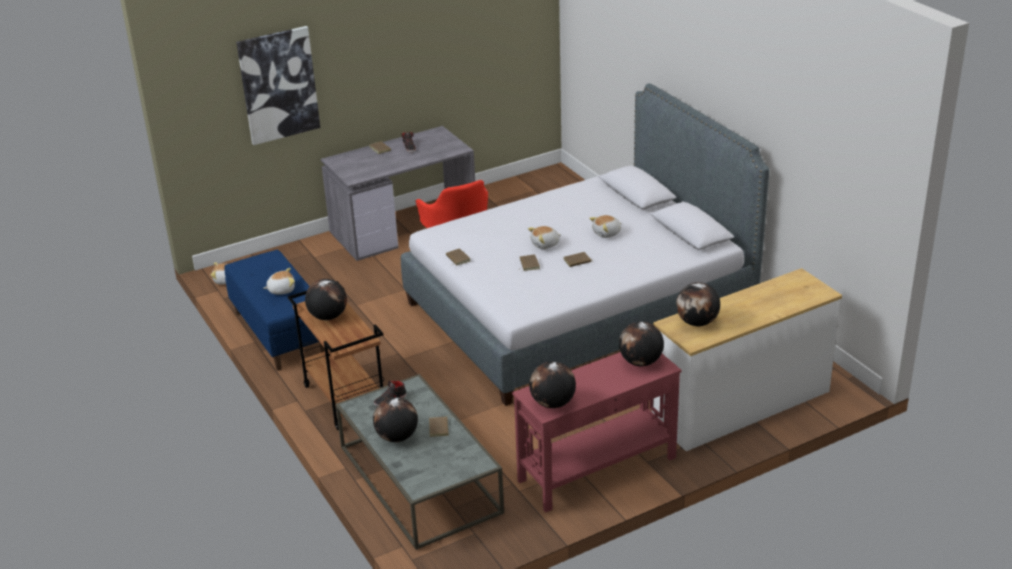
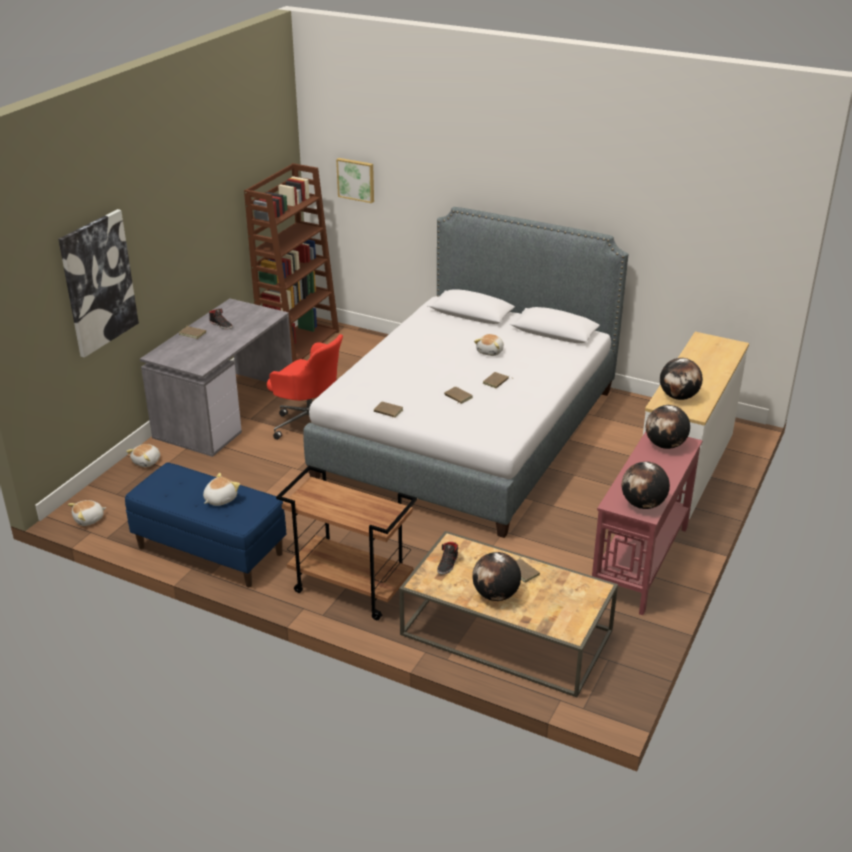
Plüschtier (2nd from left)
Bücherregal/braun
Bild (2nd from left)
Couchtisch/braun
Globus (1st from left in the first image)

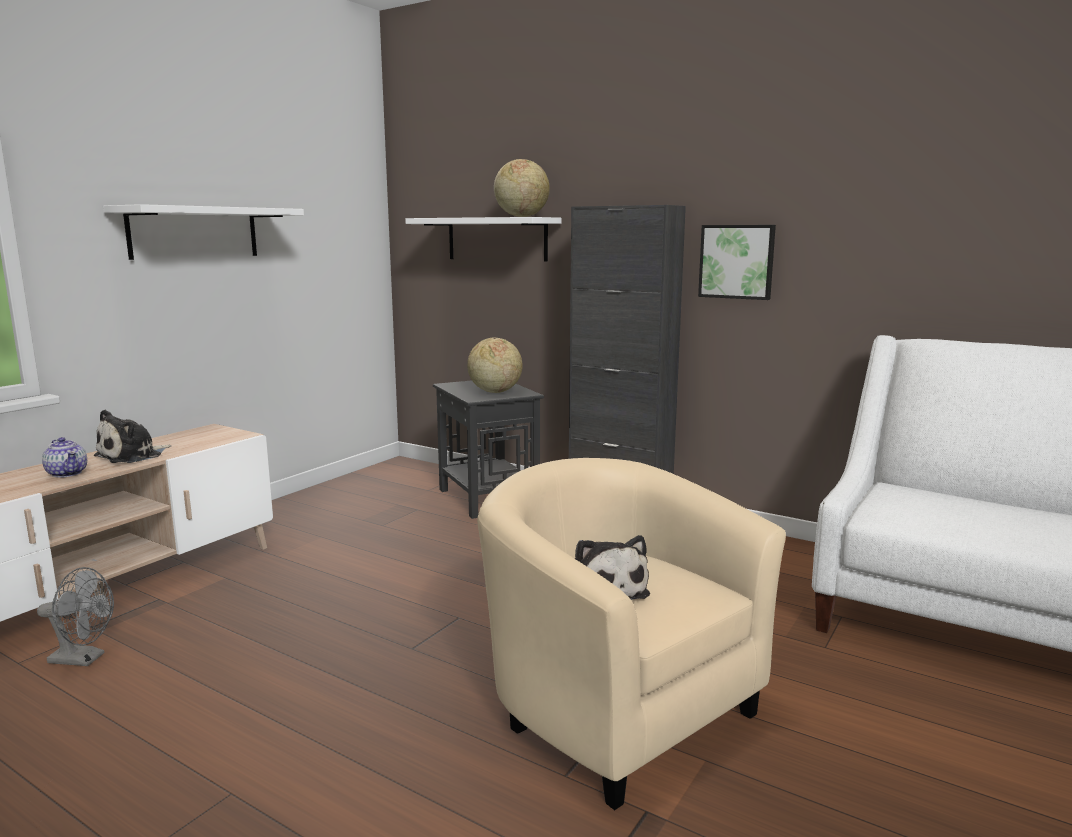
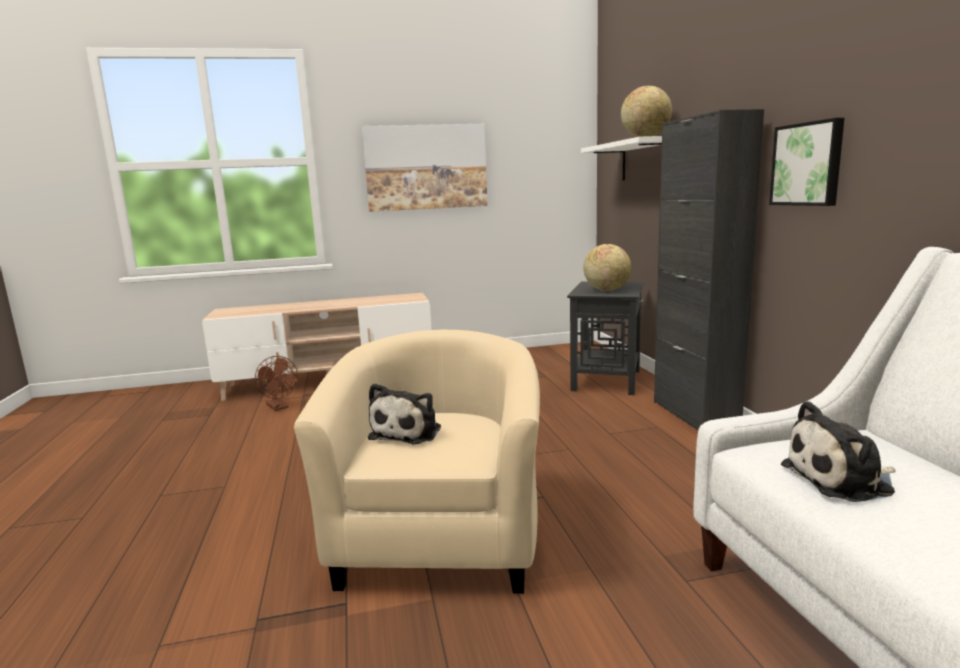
Ventilator/braun
Bild (1st from left)
Plüschtier (2nd from left)
Teekanne

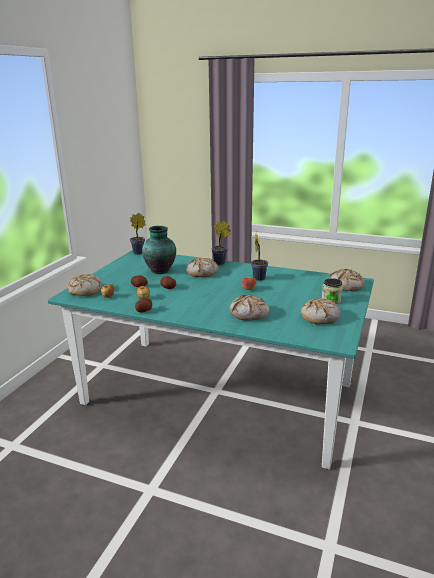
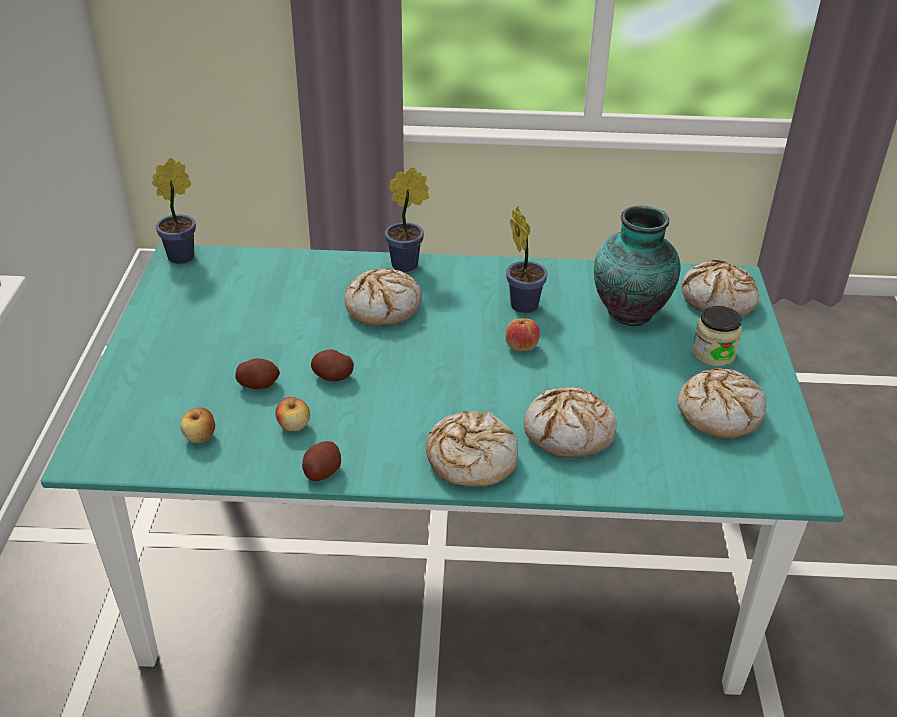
Brot (2nd from left)
Vase

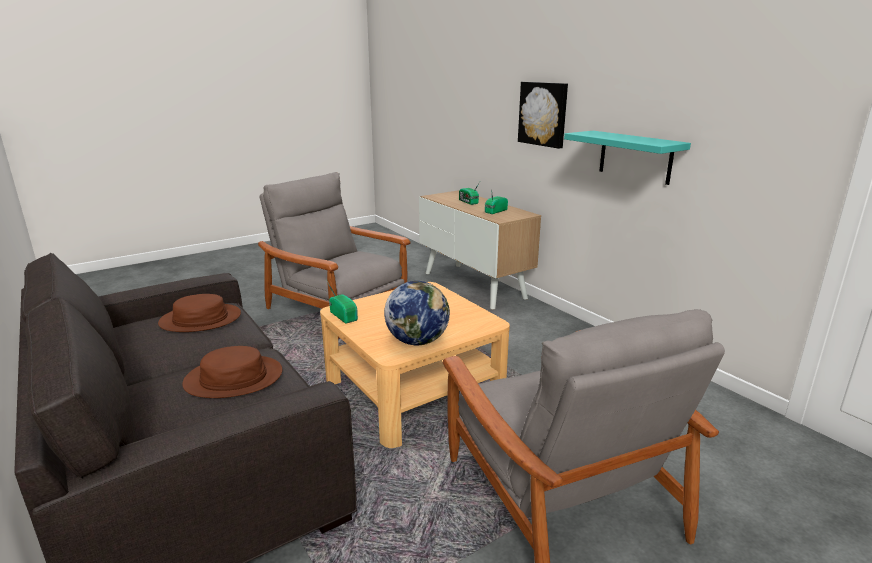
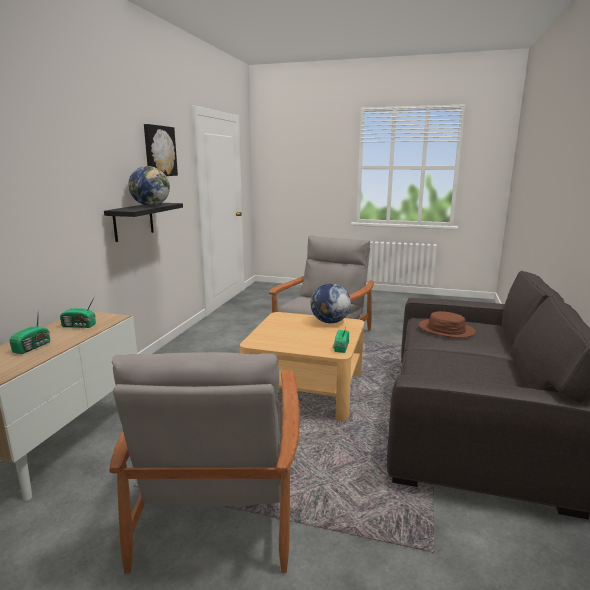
Wandregal/schwarz
Globus (1st from left)
Bild
Hut/braun (1st from left in the first image)

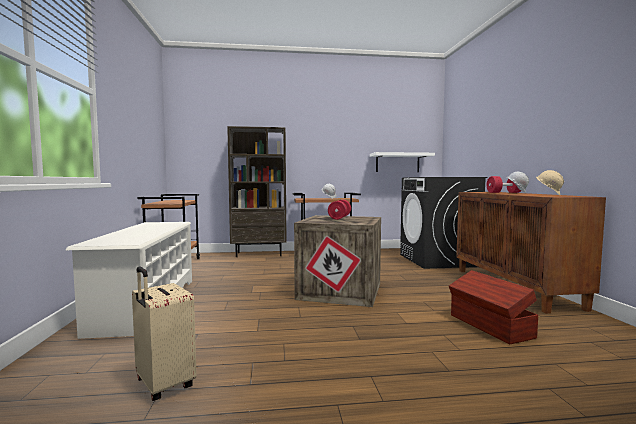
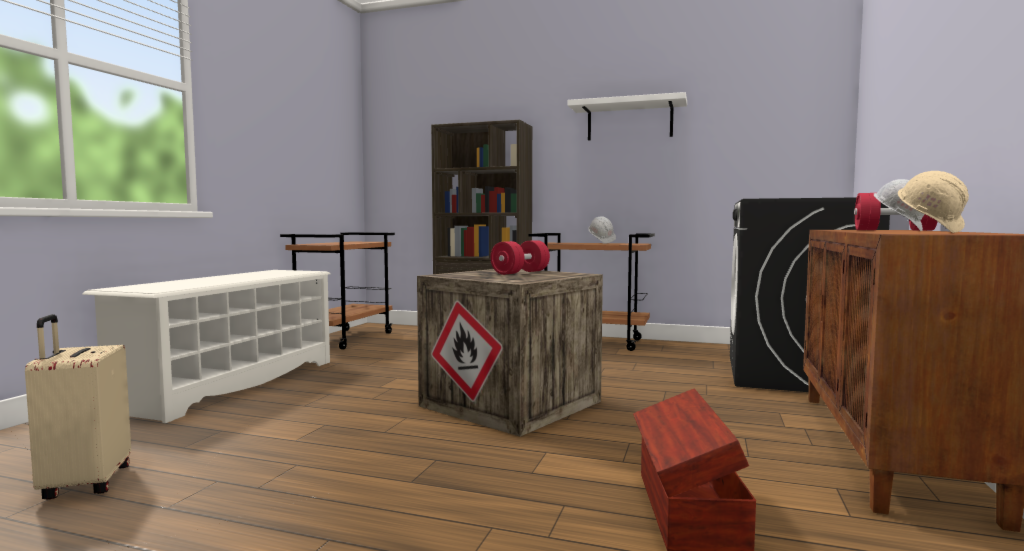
Wandregal/weiß

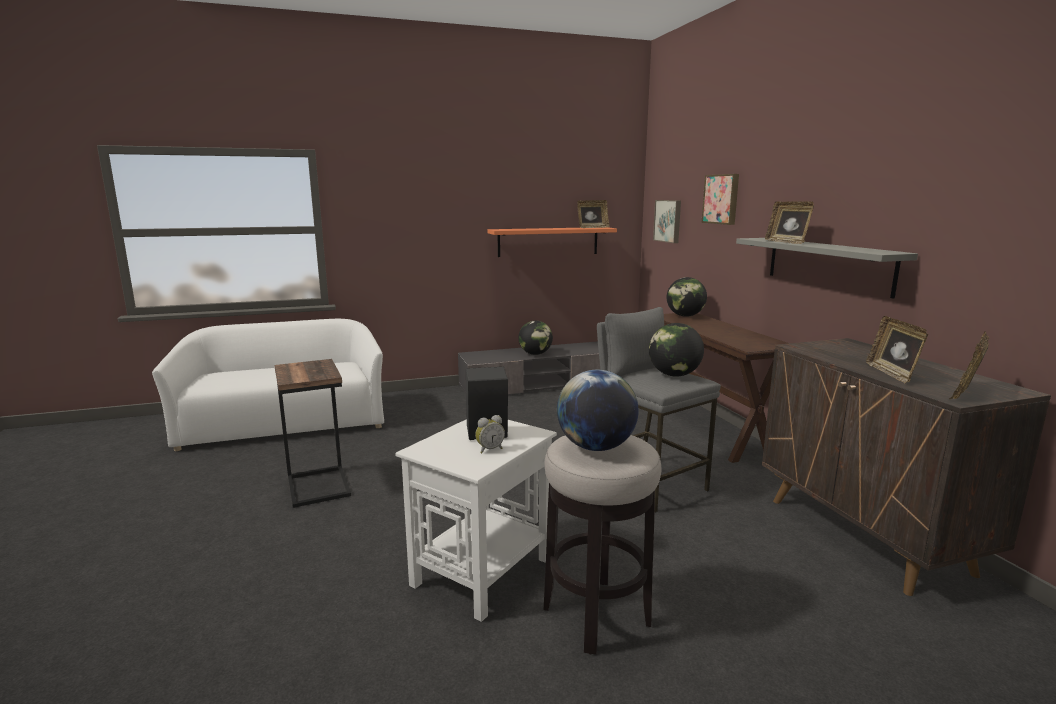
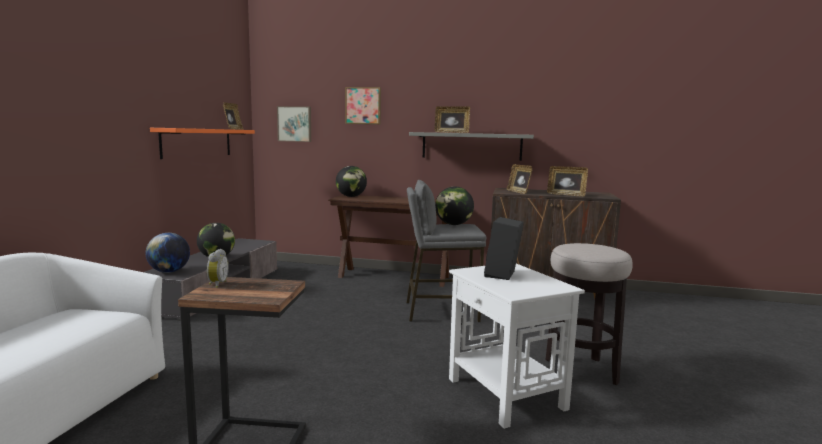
Globus (1st from left)
Wecker
Bilderrahmen (3rd from left)

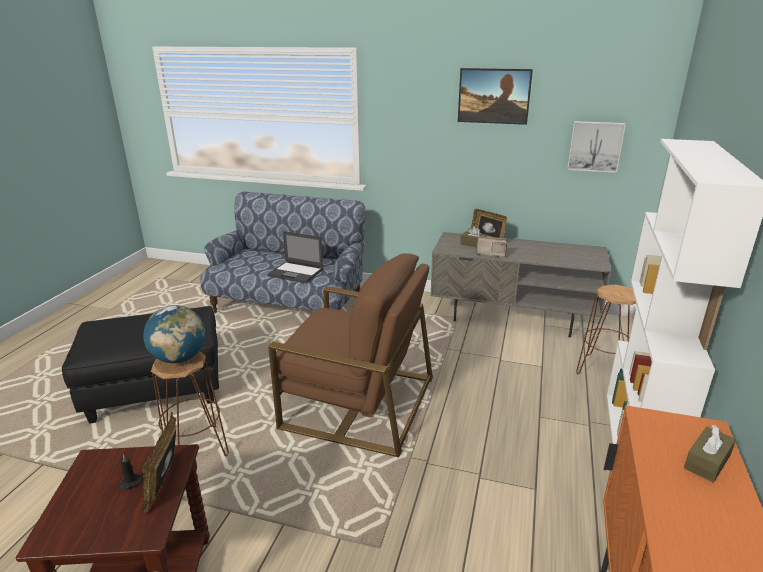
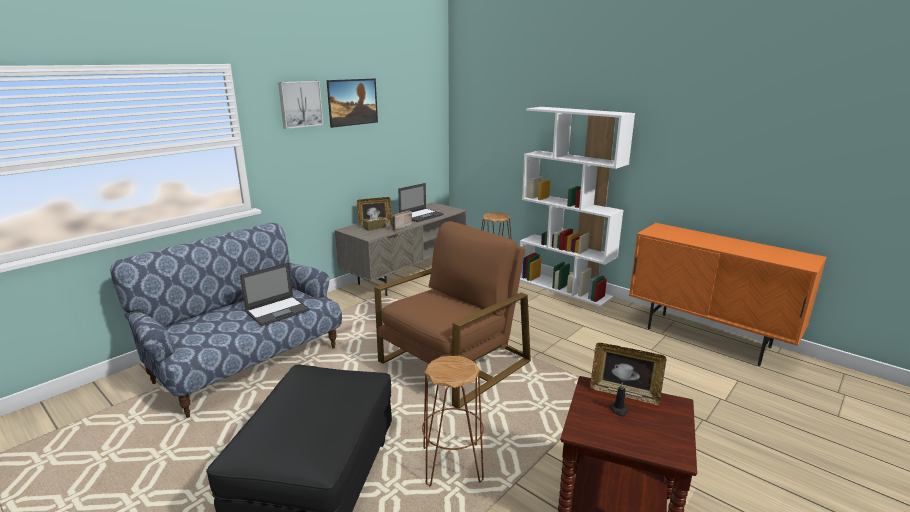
Bild (1st from left)
Laptop (2nd from left)
Globus
Taschentuchbox/braun (2nd from left in the first image)

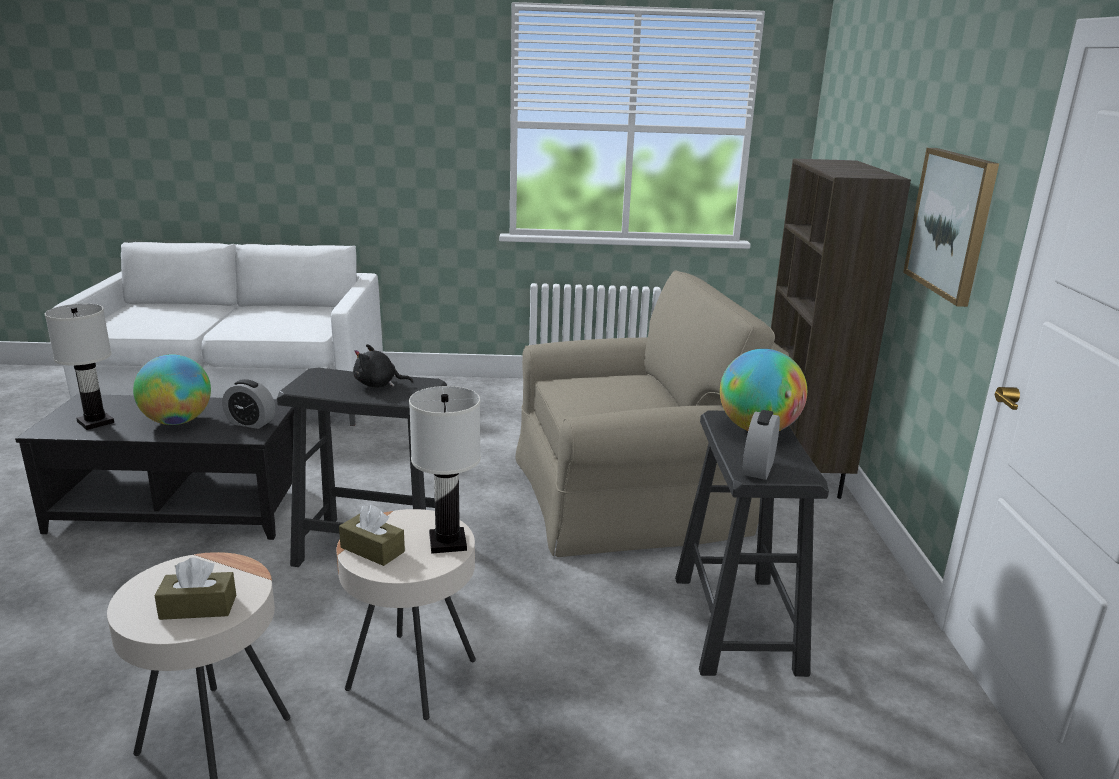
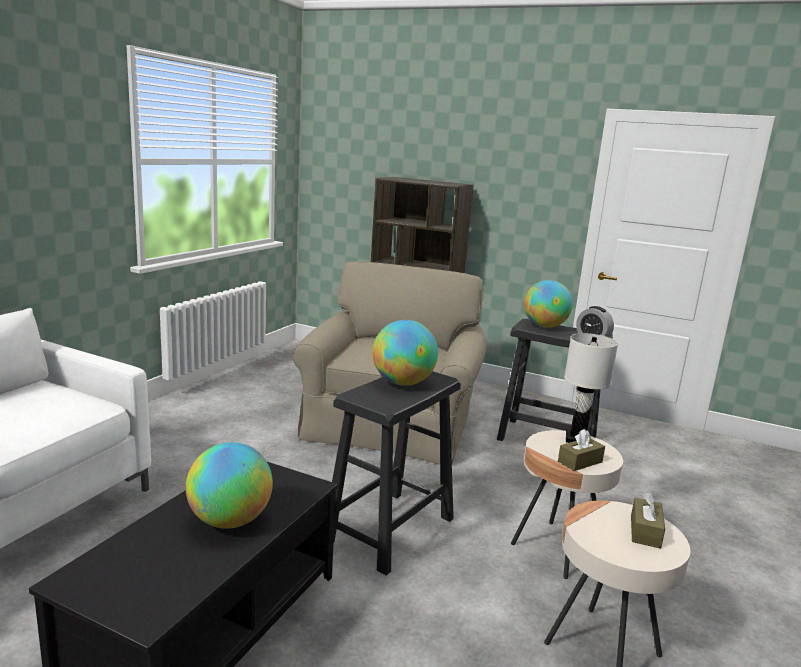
Globus (2nd from left)
Tischlampe/weiß (1st from left in the first image)
Wecker (1st from left in the first image)
Bild

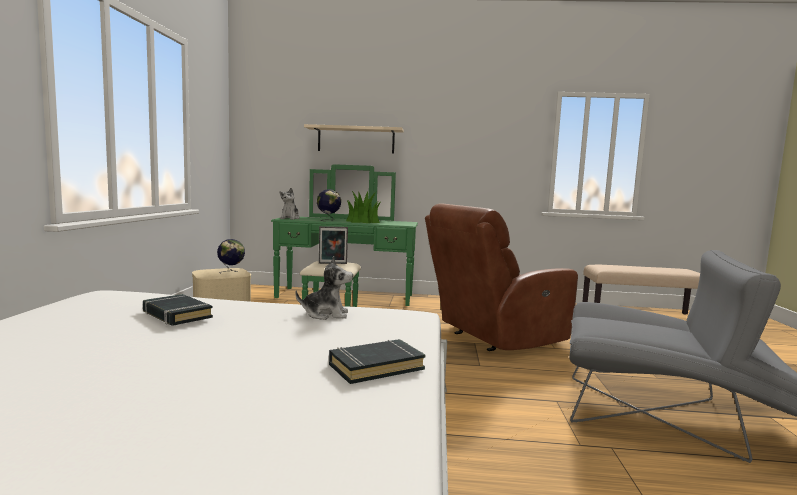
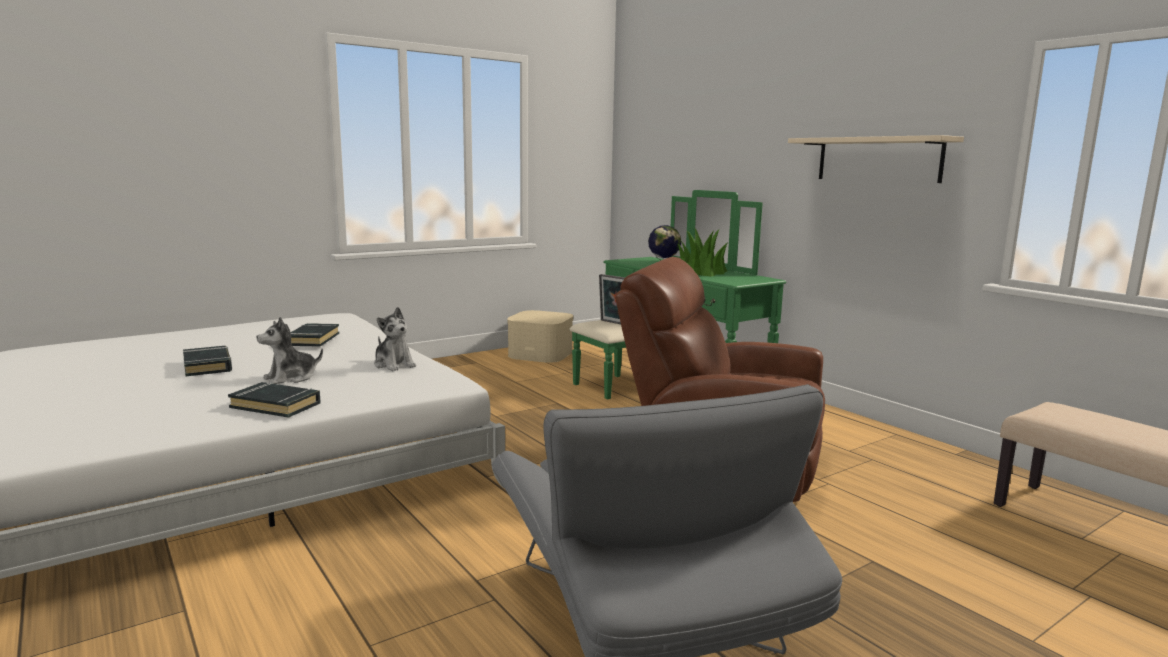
Buch/schwarz (1st from left)
Plüschtier (1st from left)
Wandregal/beige
Globus (1st from left in the first image)

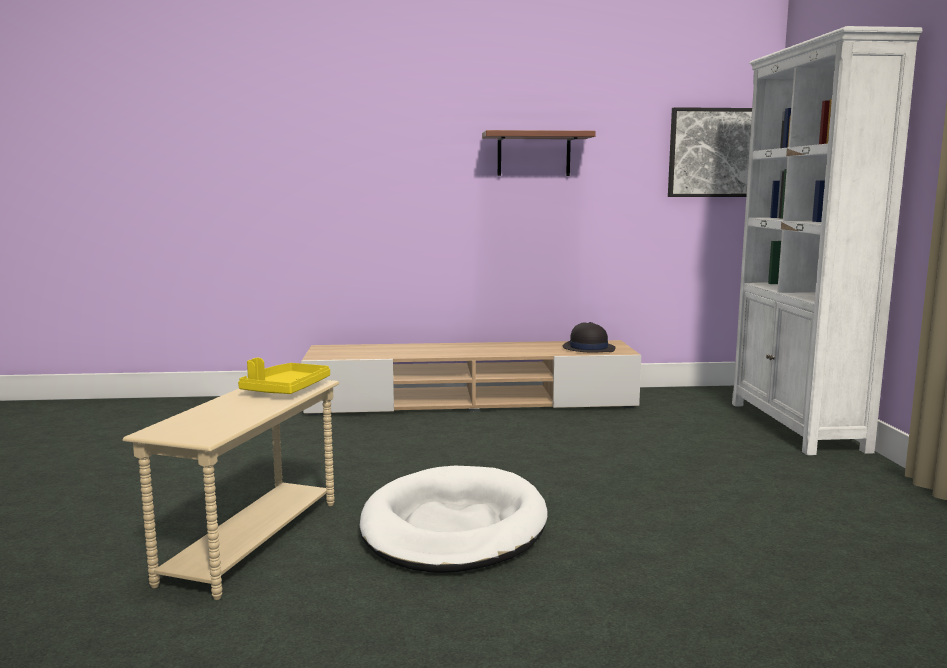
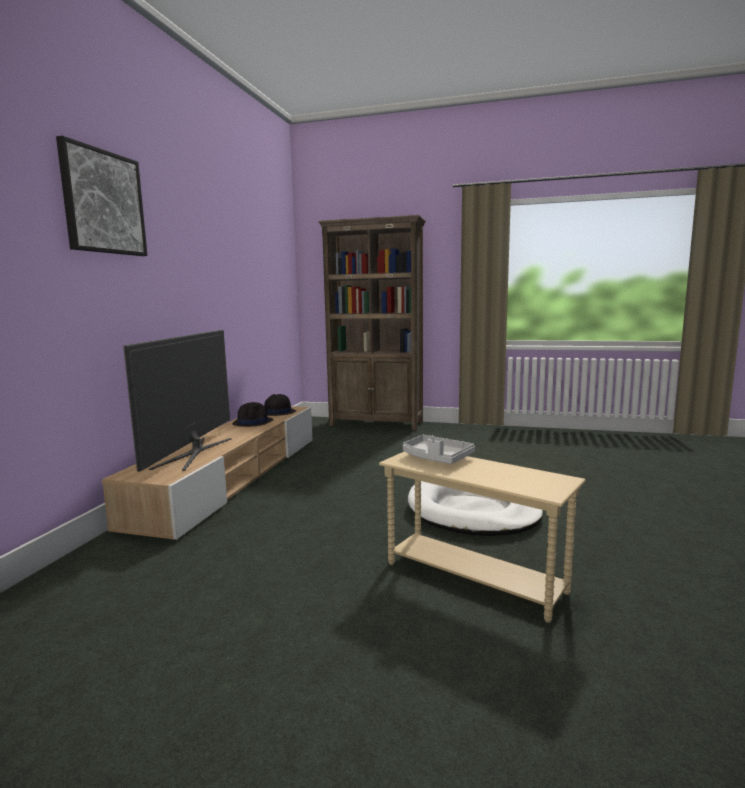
Bild
Fernseher
Hut/schwarz (1st from left)
Bücherregal/braun
Tablett/grau
Wandregal

